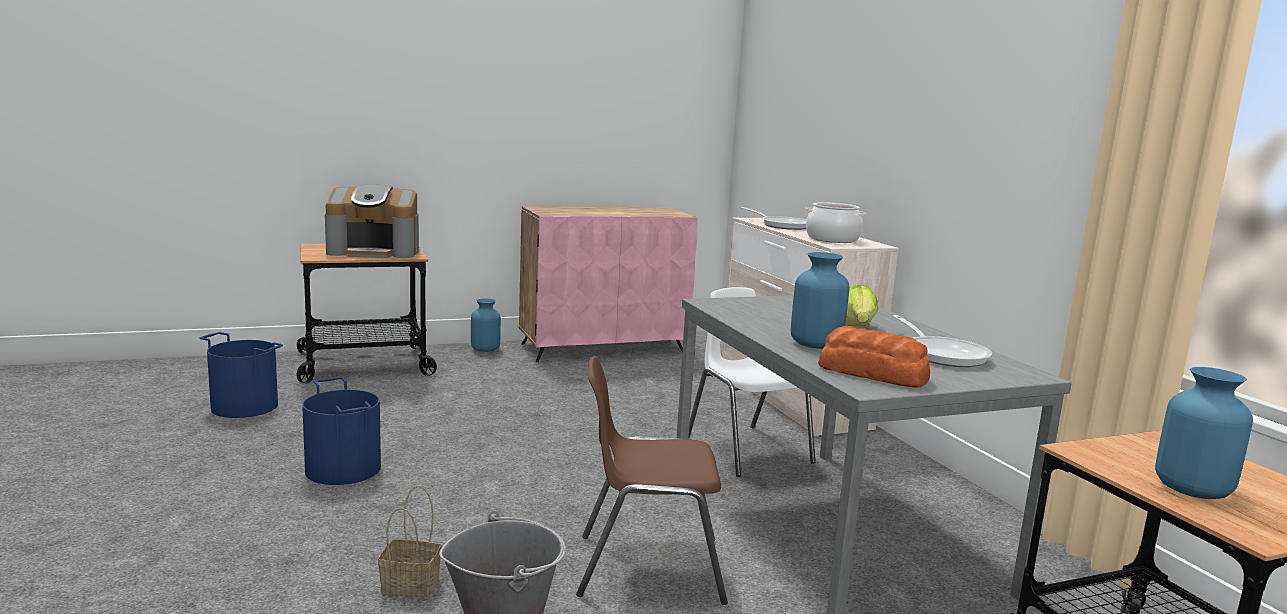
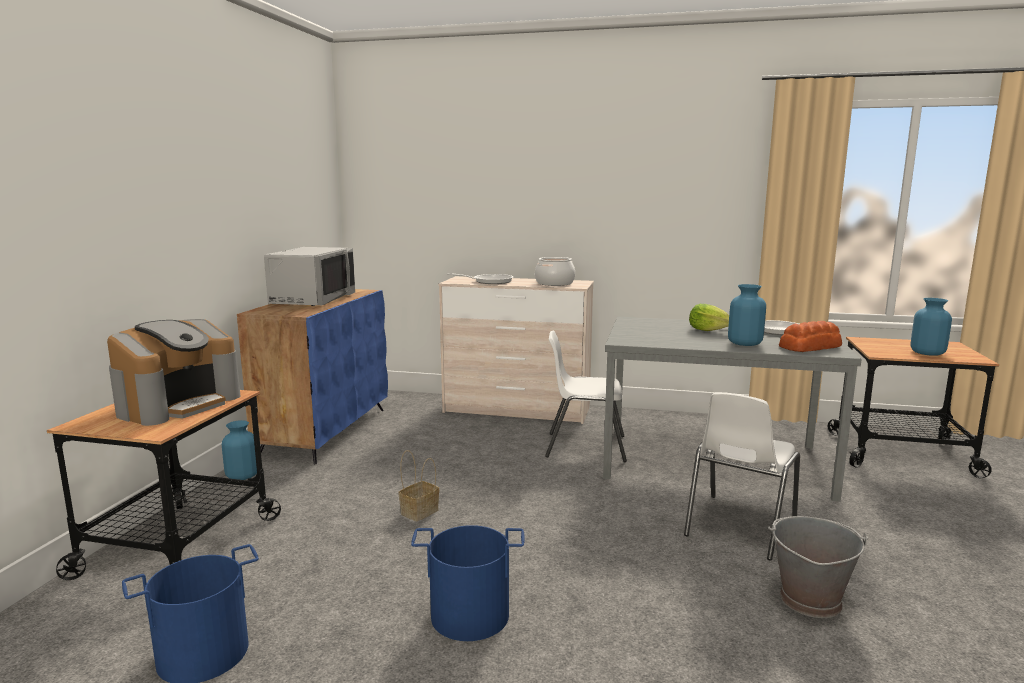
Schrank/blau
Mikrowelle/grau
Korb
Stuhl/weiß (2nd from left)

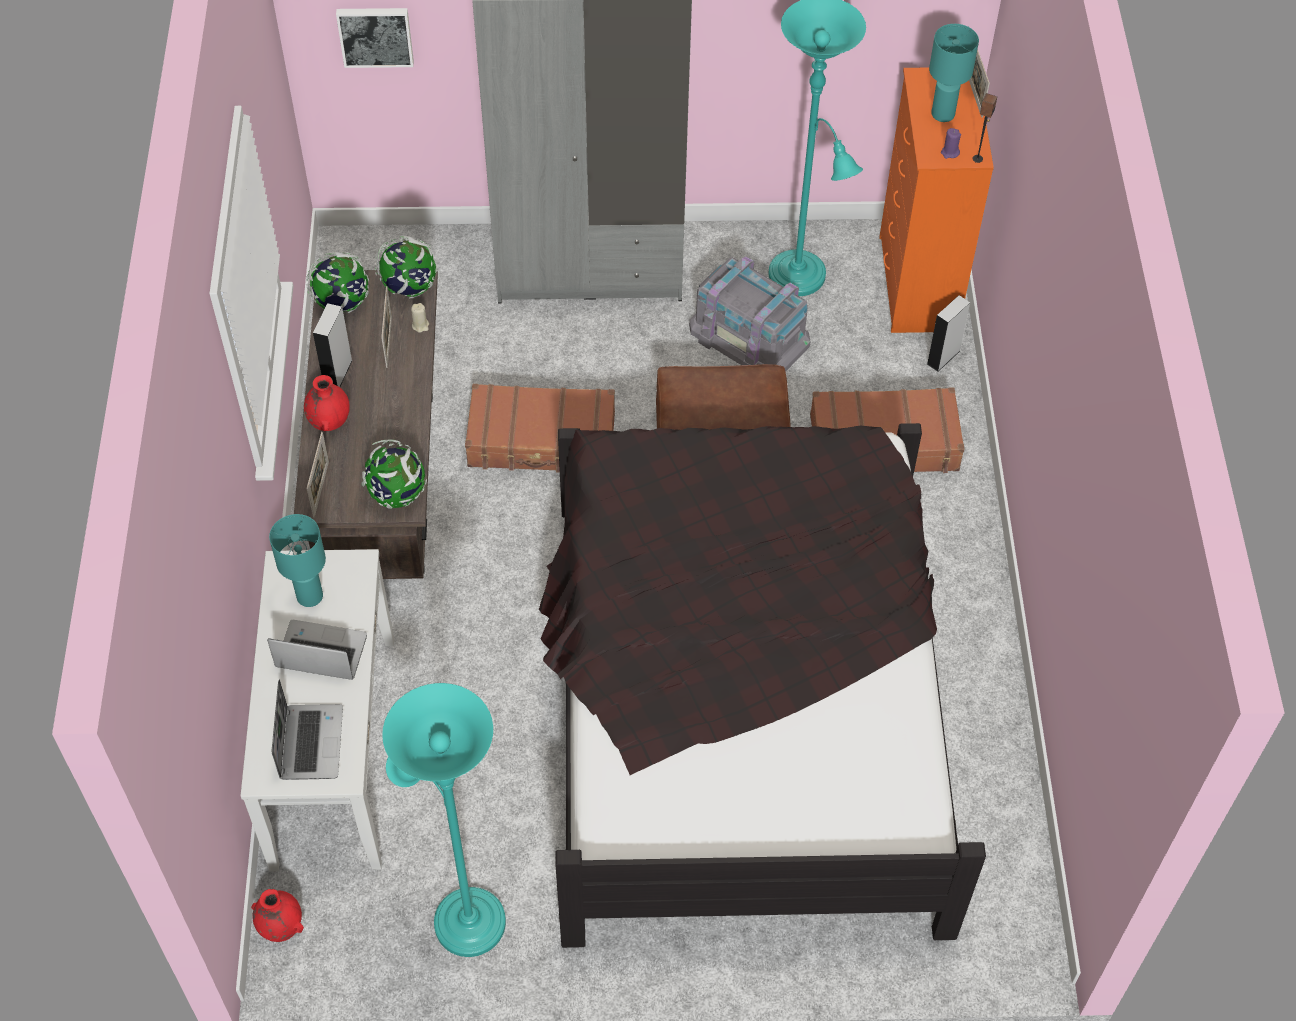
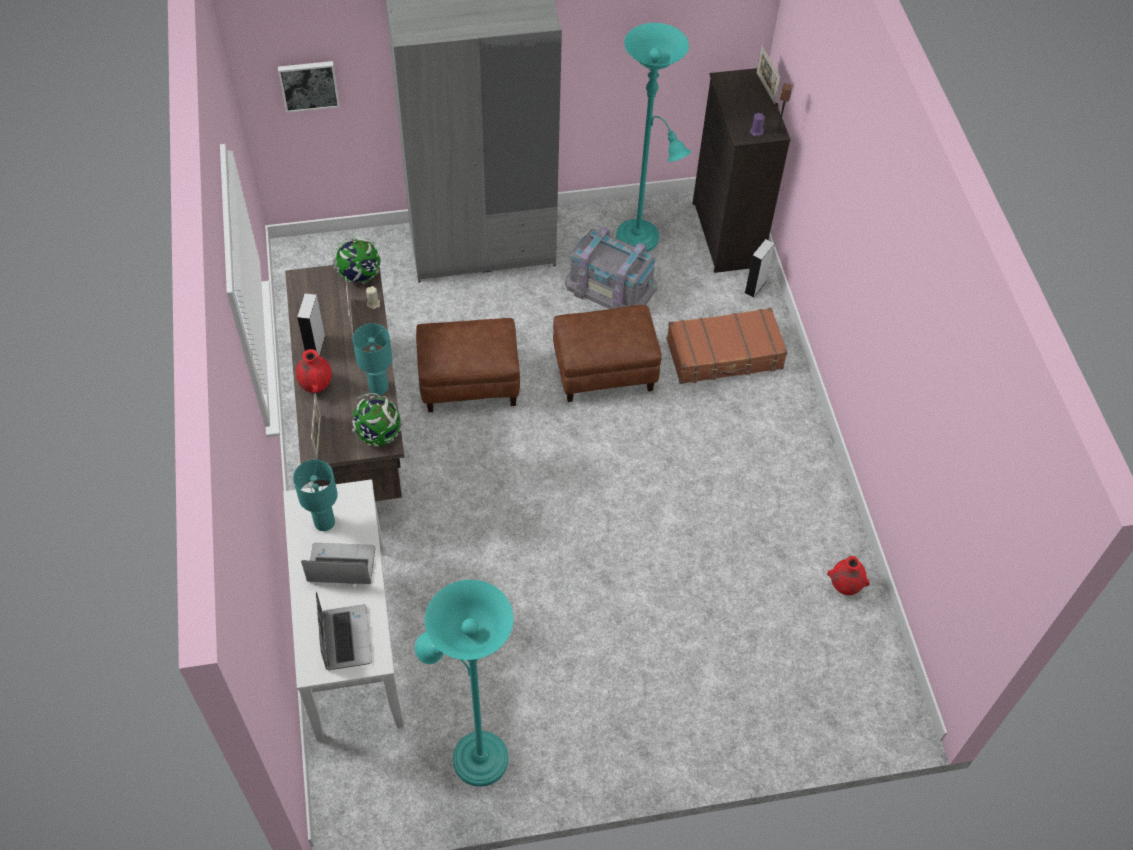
Tischlampe/türkis (2nd from left)
Polsterhocker/braun (1st from left)
Kommode/schwarz
Vase/rot (2nd from left)
Globus (1st from left in the first image)
Bett/schwarz

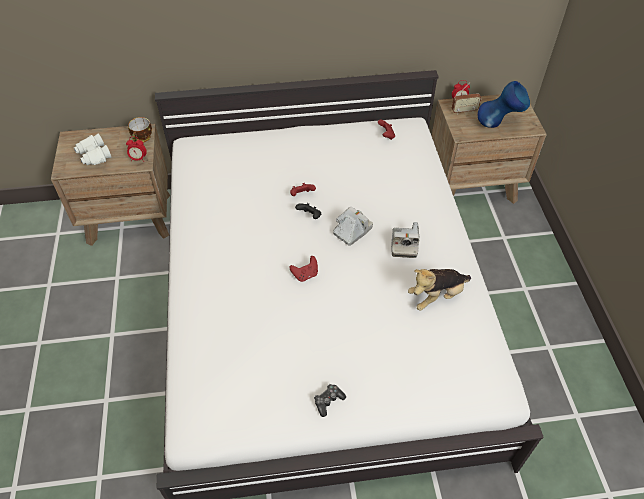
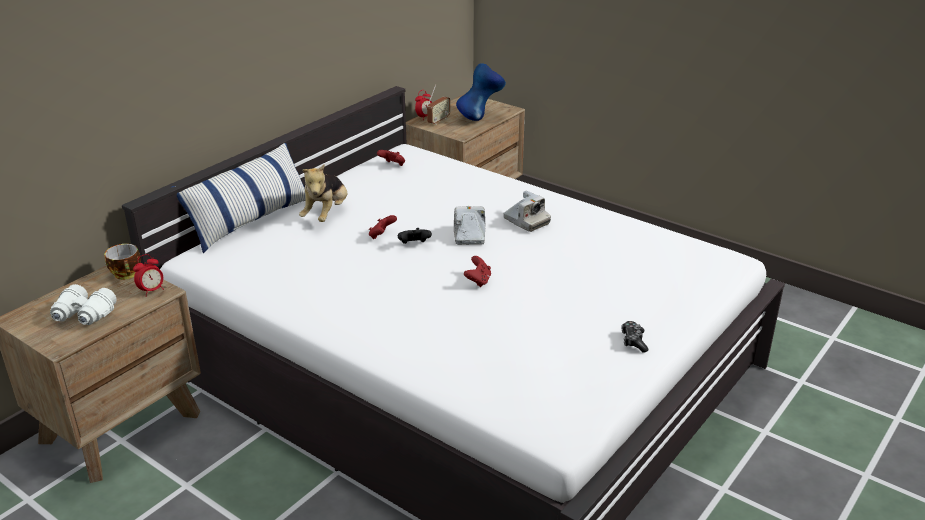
Kissen
Plüschtier

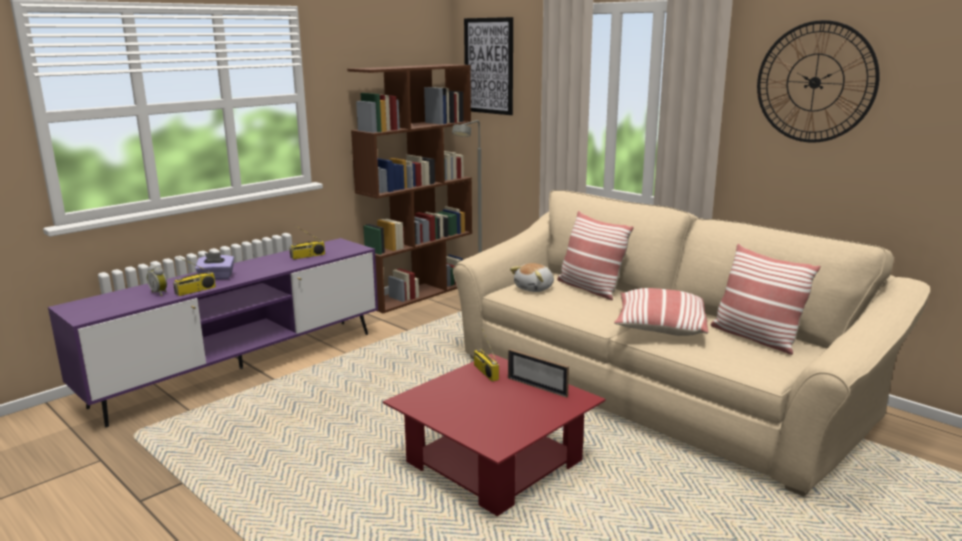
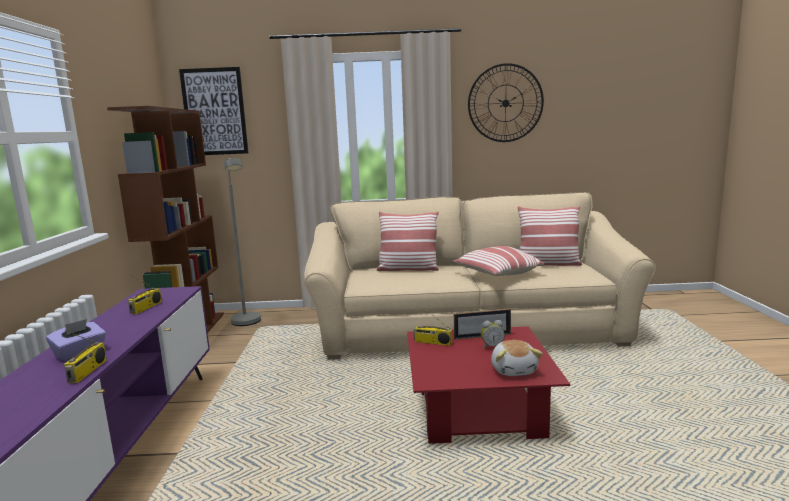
Wecker
Plüschtier

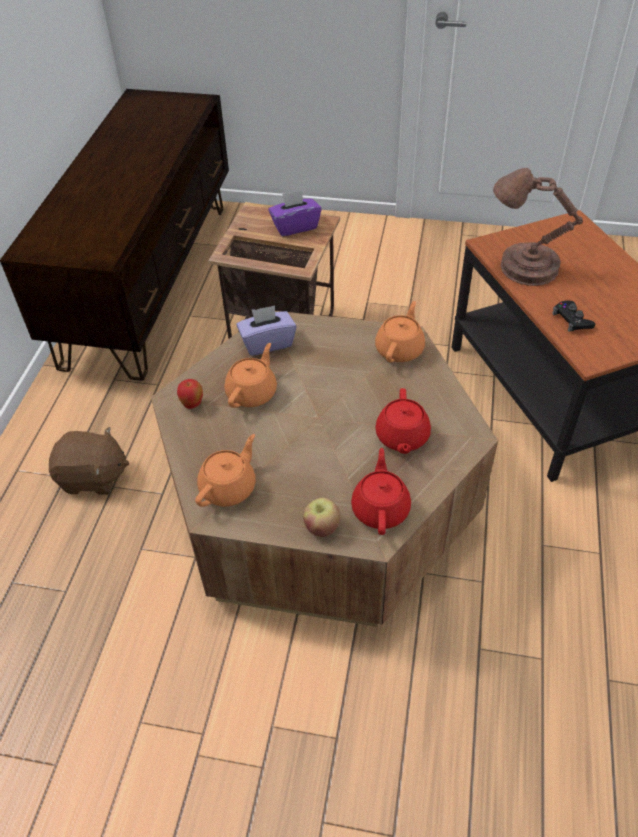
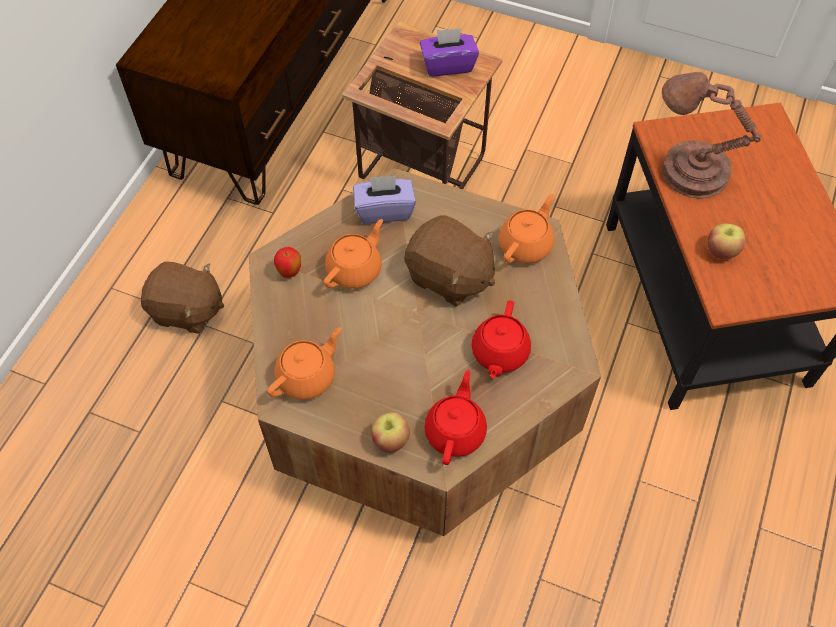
Plüschtier/braun (2nd from left)
Apfel (3rd from left)

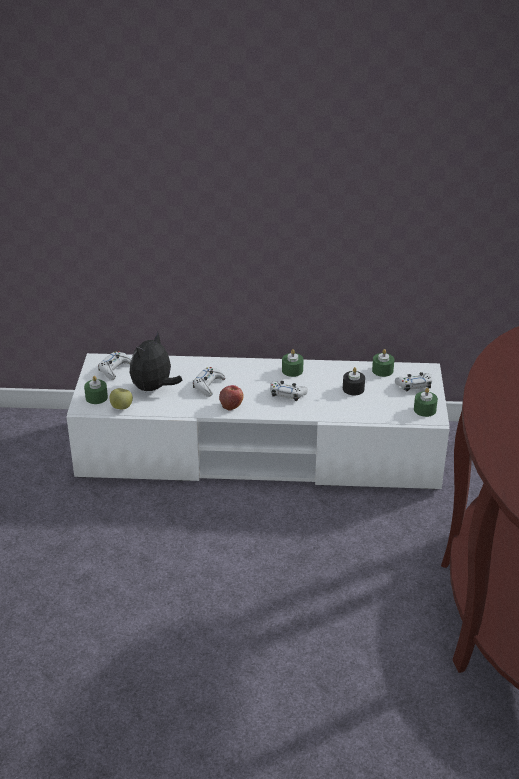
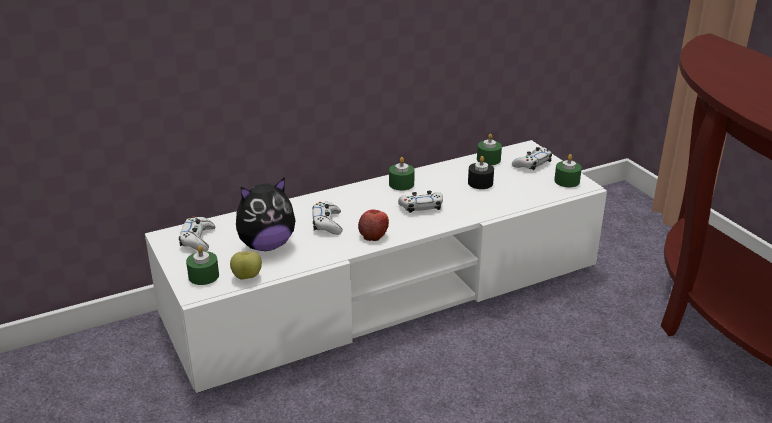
Plüschtier

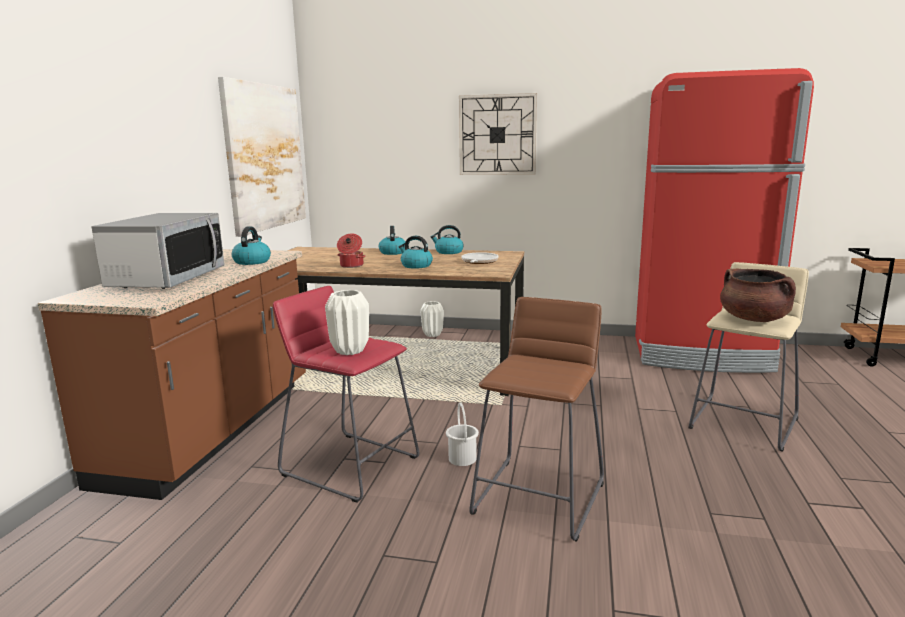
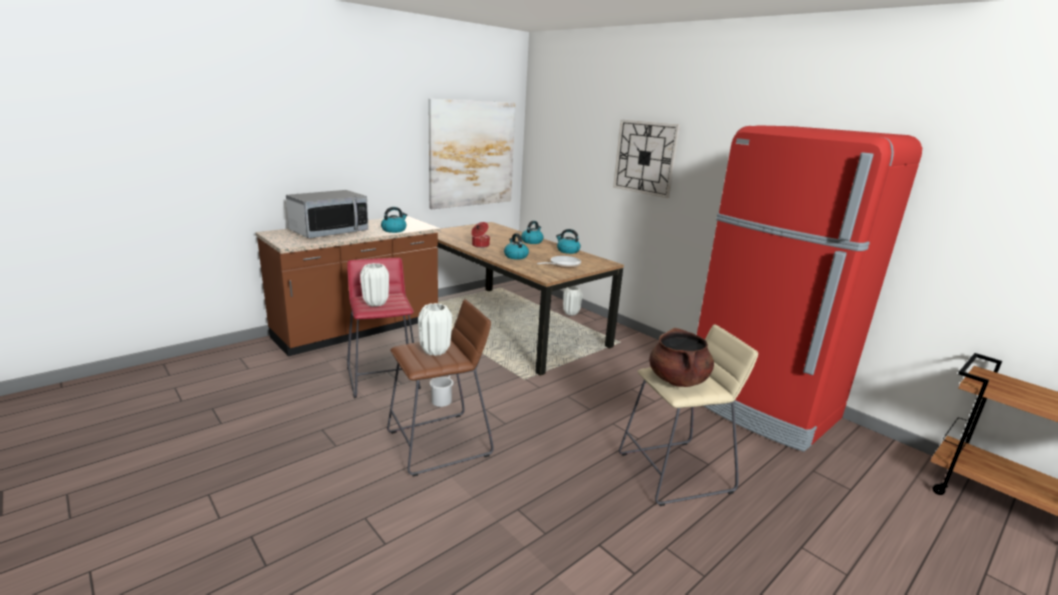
Vase/weiß (2nd from left)

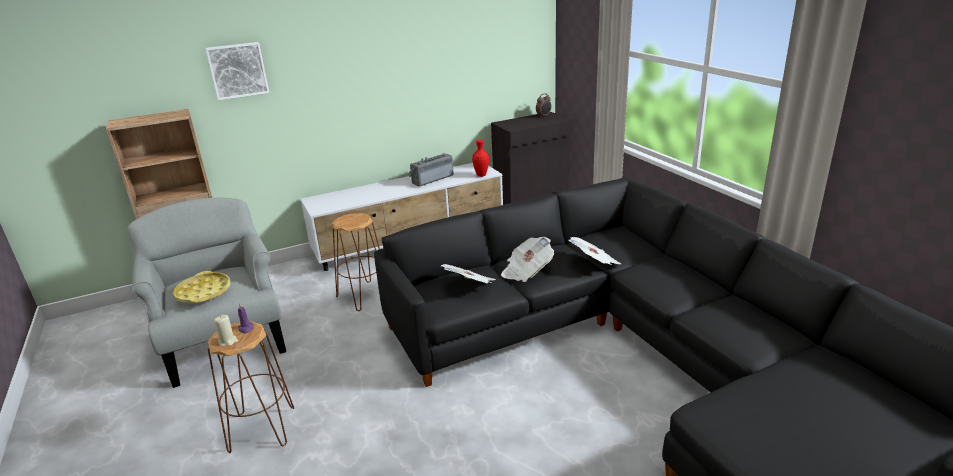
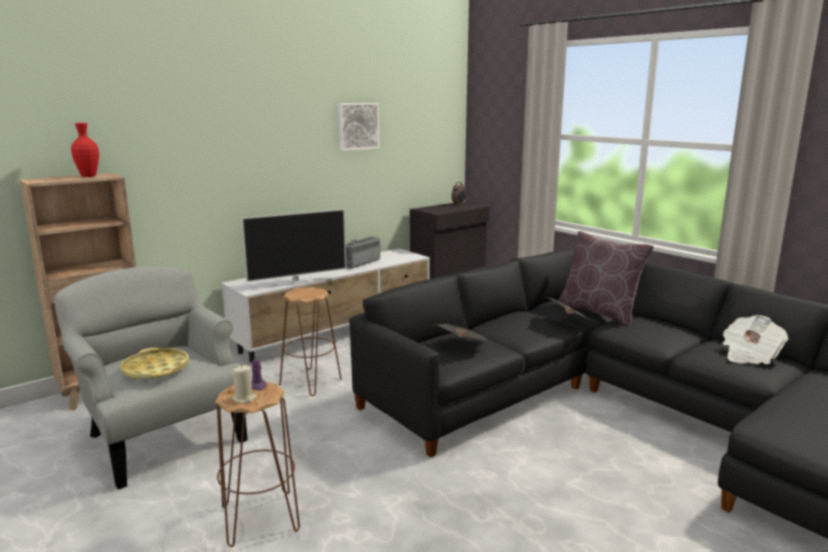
Vase/rot
Fernseher
Bild
Kissen/braun
Zeitung (3rd from left)

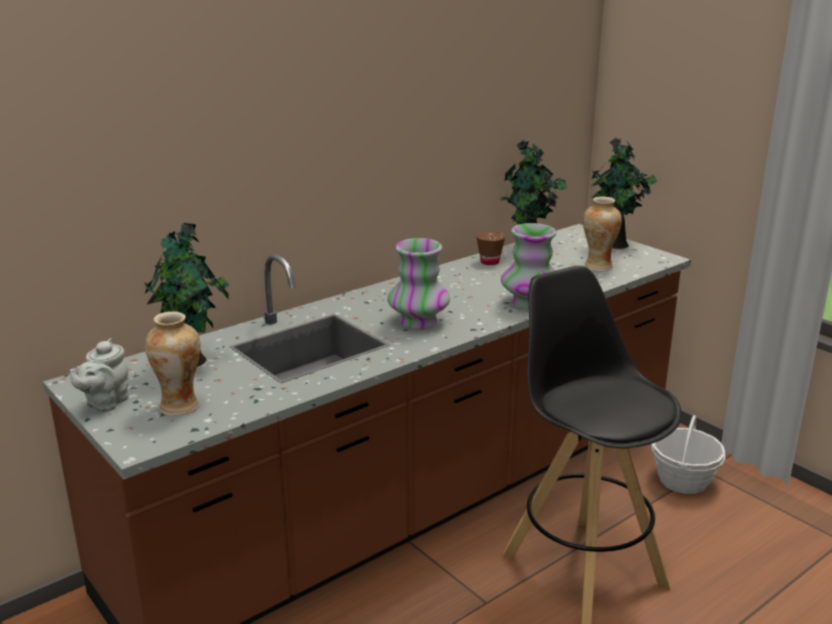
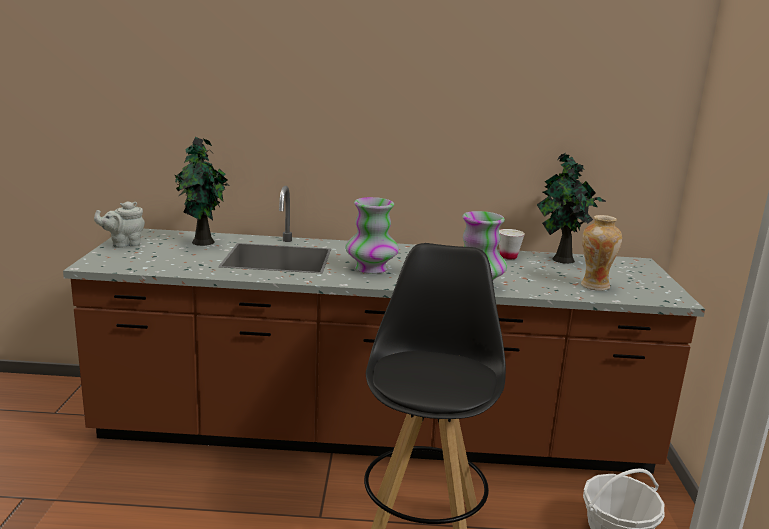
Tasse/weiß
Vase (1st from left in the first image)
Topfpflanze (3rd from left in the first image)

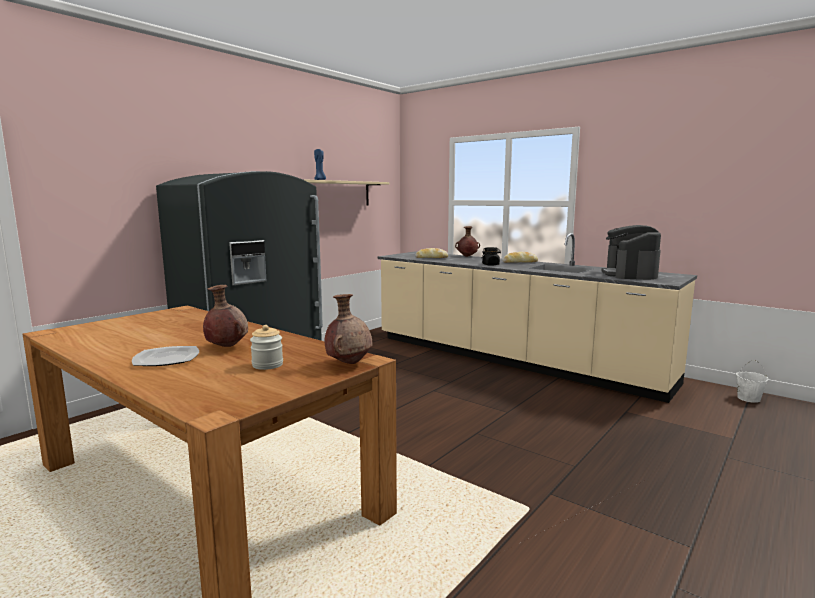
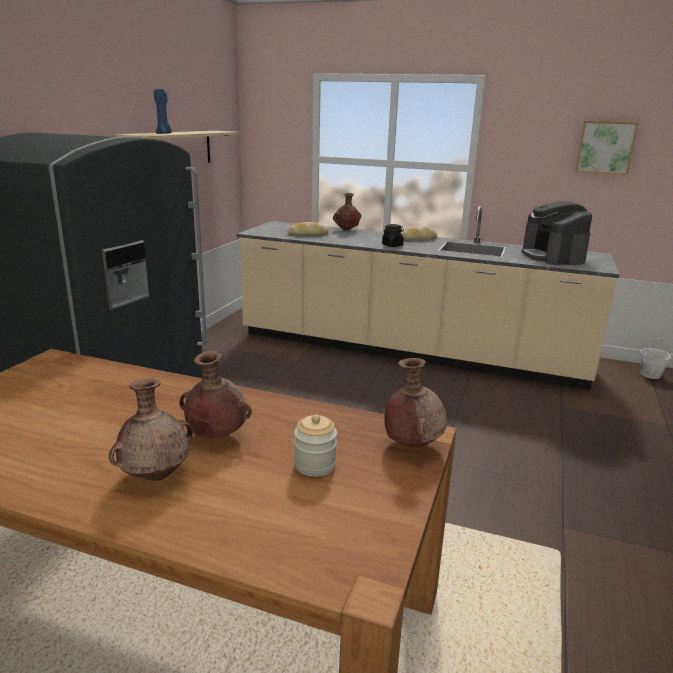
Vase/braun (1st from left)
Bild

